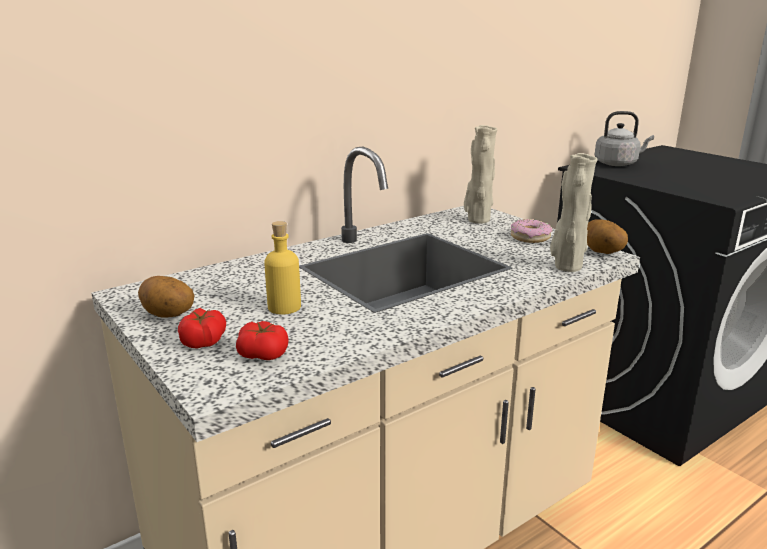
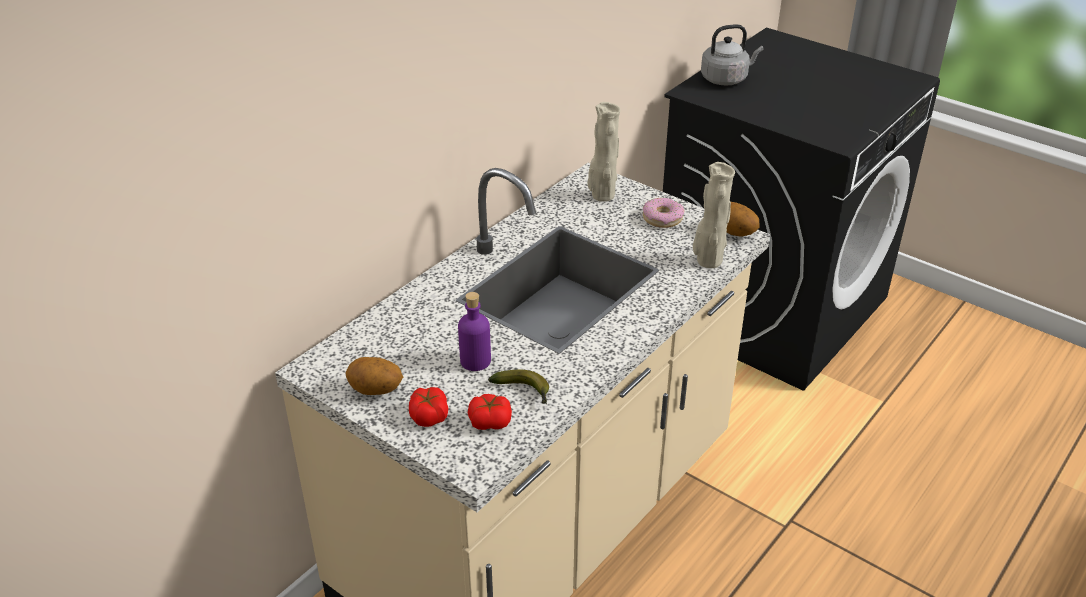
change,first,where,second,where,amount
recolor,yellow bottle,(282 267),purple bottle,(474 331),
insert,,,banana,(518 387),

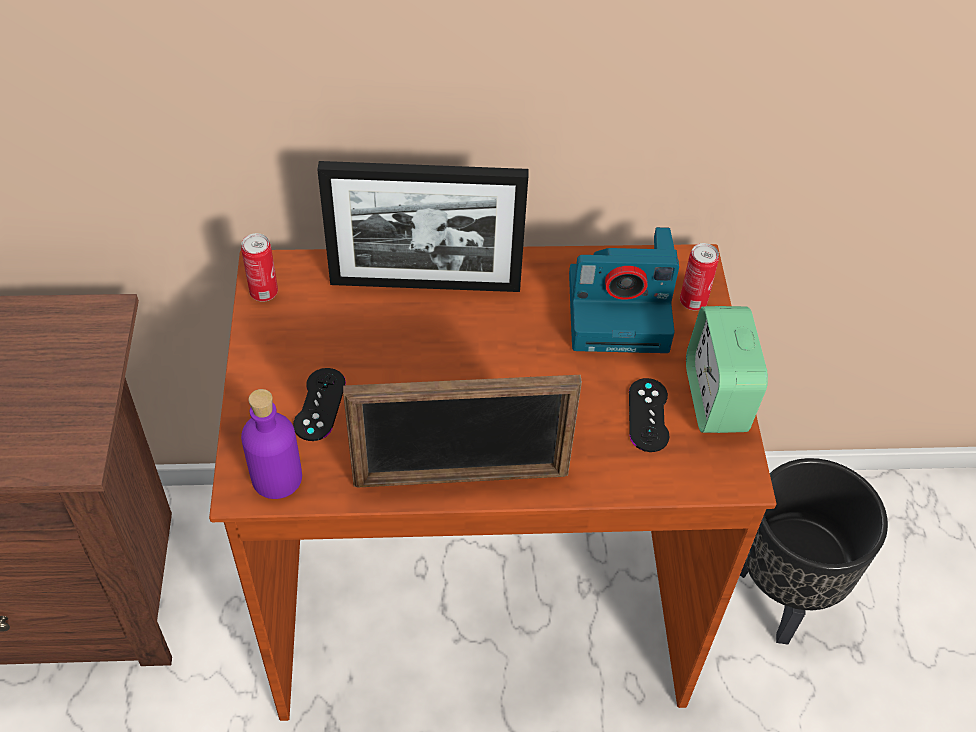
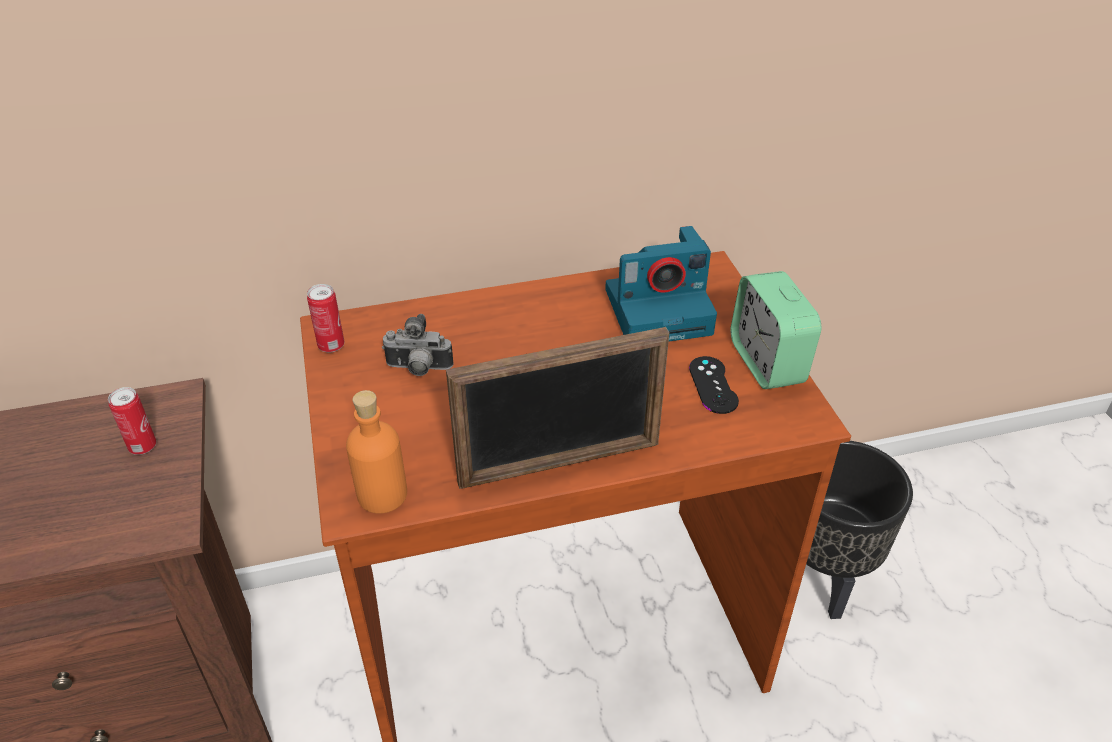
change,first,where,second,where,amount
recolor,purple bottle,(271 444),orange bottle,(376 452),
delete,black game controller,(319 404),,,
delete,picture frame,(422 226),,,
move,can,(699 277),,(132 421),
insert,,,photo camera,(417 345),

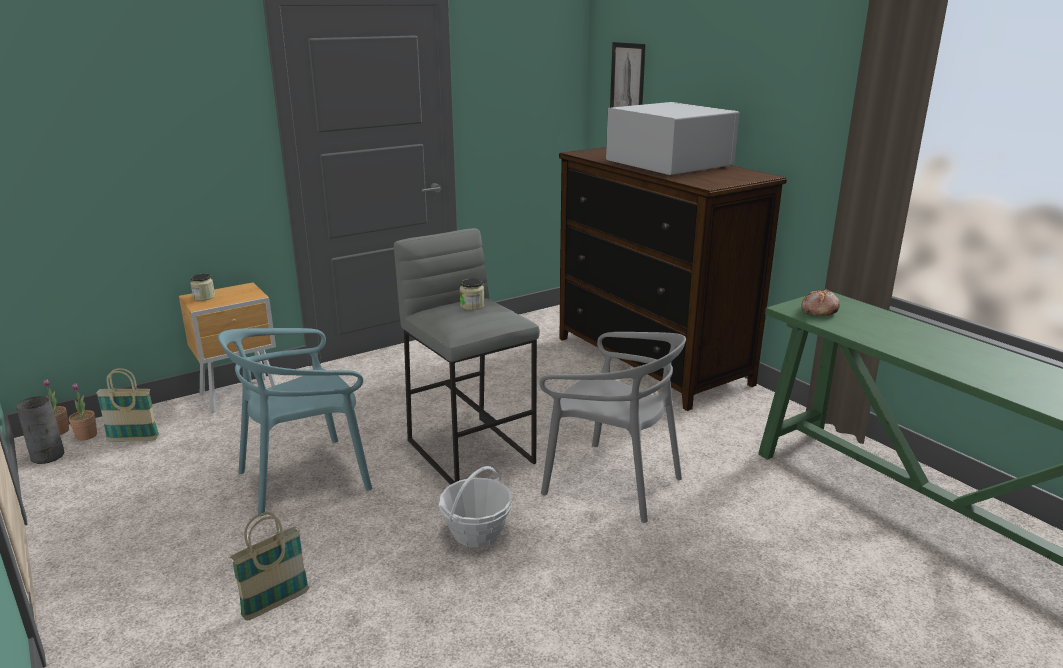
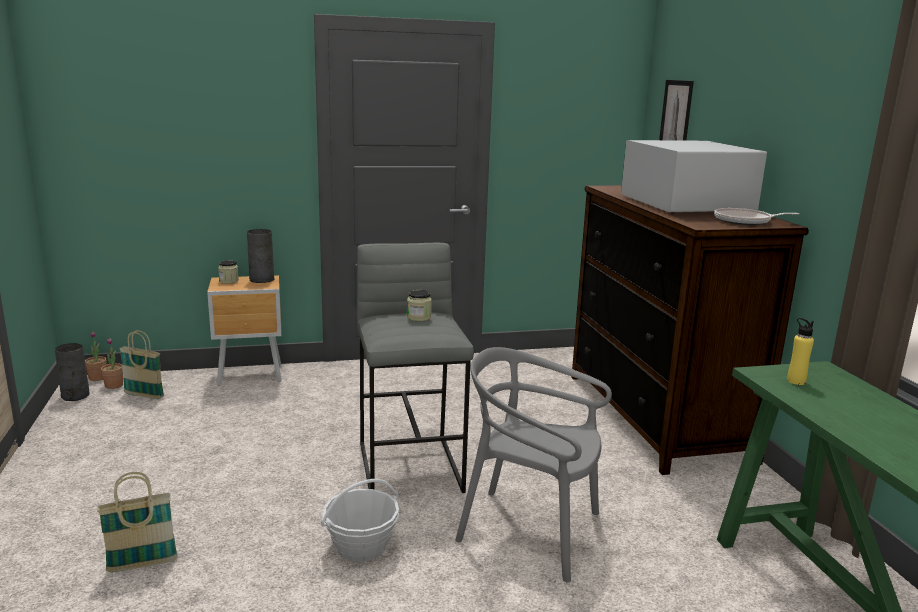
change,first,where,second,where,amount
delete,turquoise chair,(295 422),,,
rotate,grey chair,(612 427),,(533 465),150 degrees clockwise
replace,bread,(820 302),yellow bottle,(800 351),
insert,,,grey vase,(261 256),
insert,,,frying pan,(756 216),

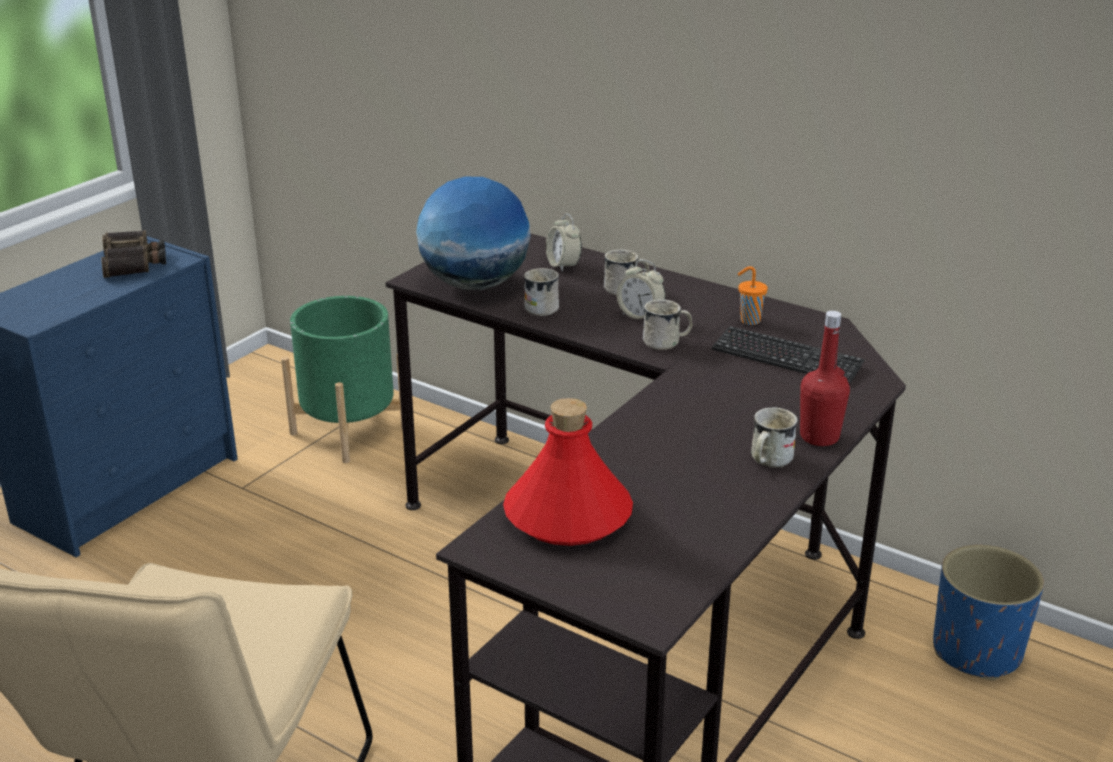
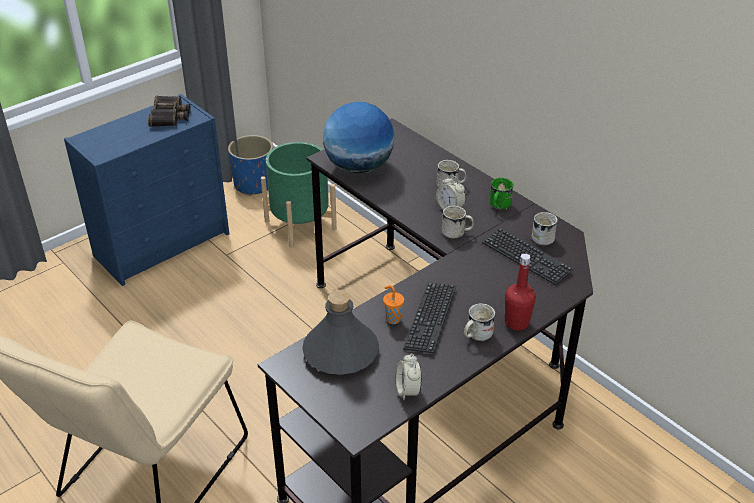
change,first,where,second,where,amount
recolor,red bottle,(568 472),grey bottle,(340 332),
move,white mug,(541 292),,(545 228),
move,alarm clock,(564 243),,(409 377),
move,orange cup,(753 295),,(393 304),
move,blue planter,(988 612),,(250 165),
insert,,,keyboard,(429 317),
insert,,,green mug,(501 193),

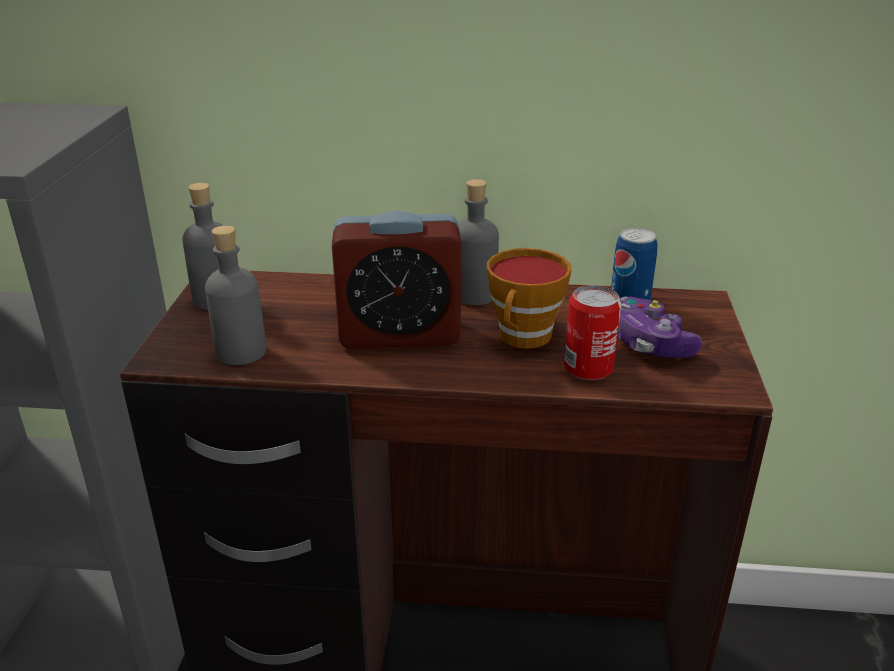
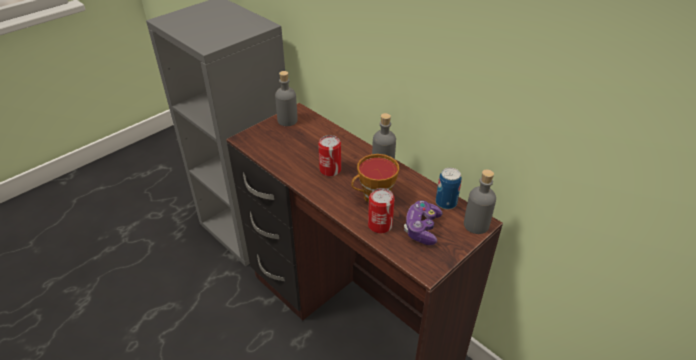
change,first,where,second,where,amount
move,grey bottle,(235 295),,(480 201),
replace,alarm clock,(396 280),can,(329 155),

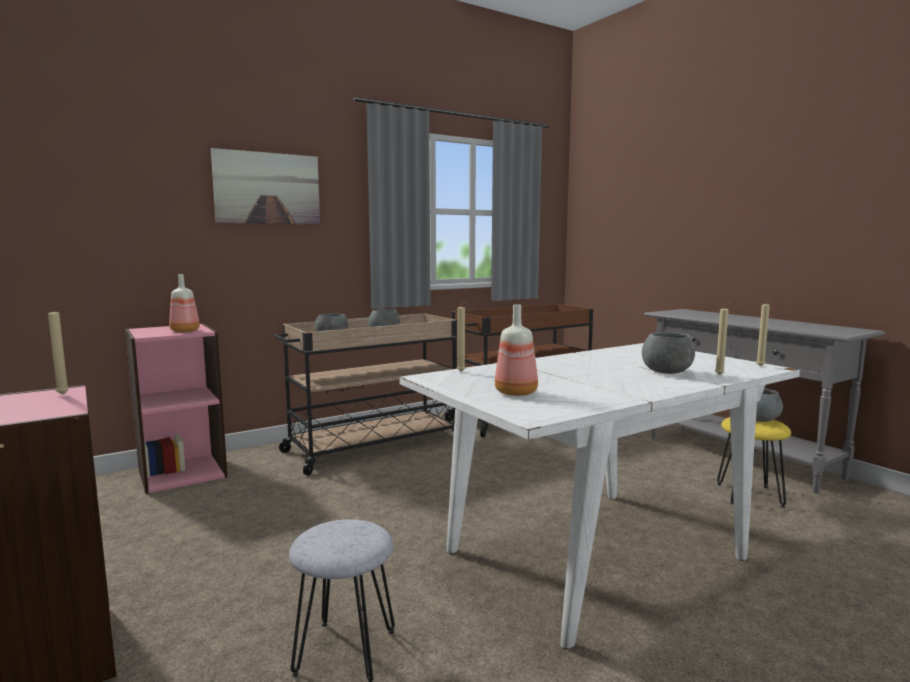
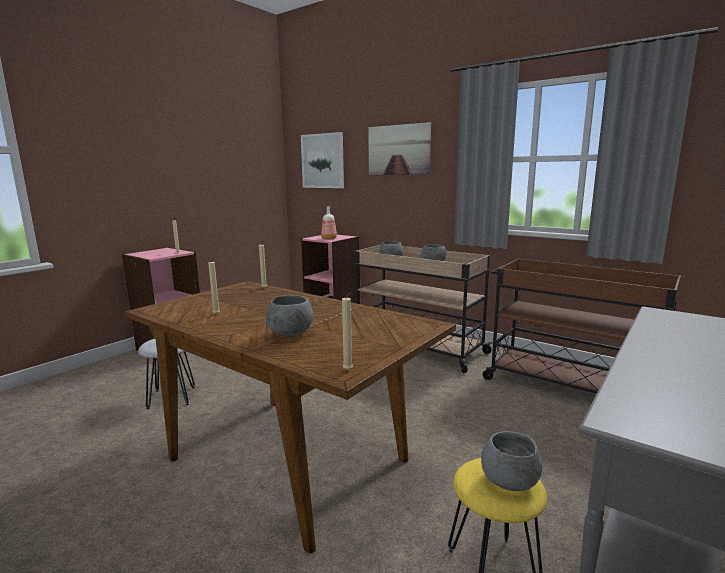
change,first,where,second,where,amount
recolor,white dining table,(599 496),brown dining table,(290 417),
delete,bottle,(516 350),,,
move,beige candle,(723 338),,(214 286),
insert,,,picture,(322 160),

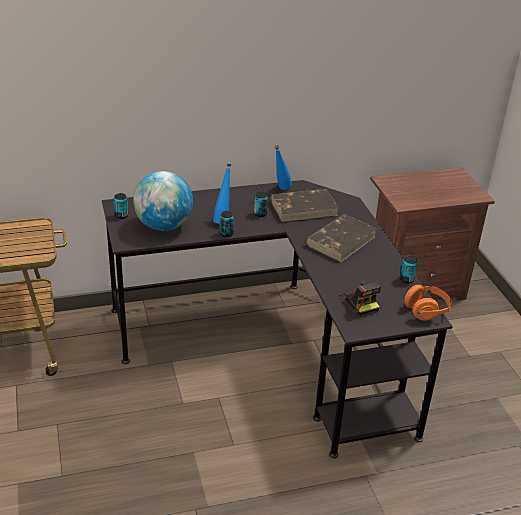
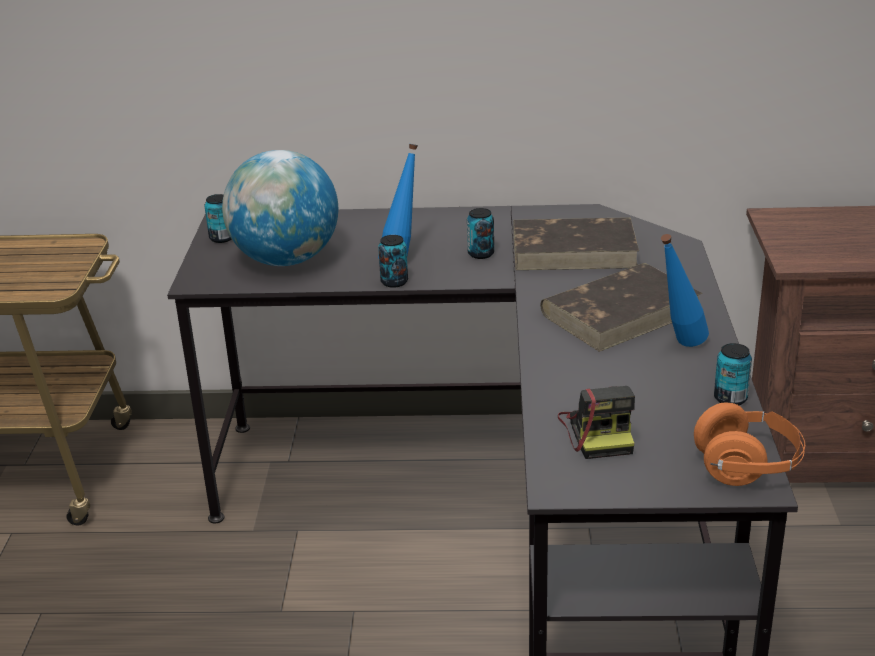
change,first,where,second,where,amount
move,blue bottle,(283 167),,(685 290),

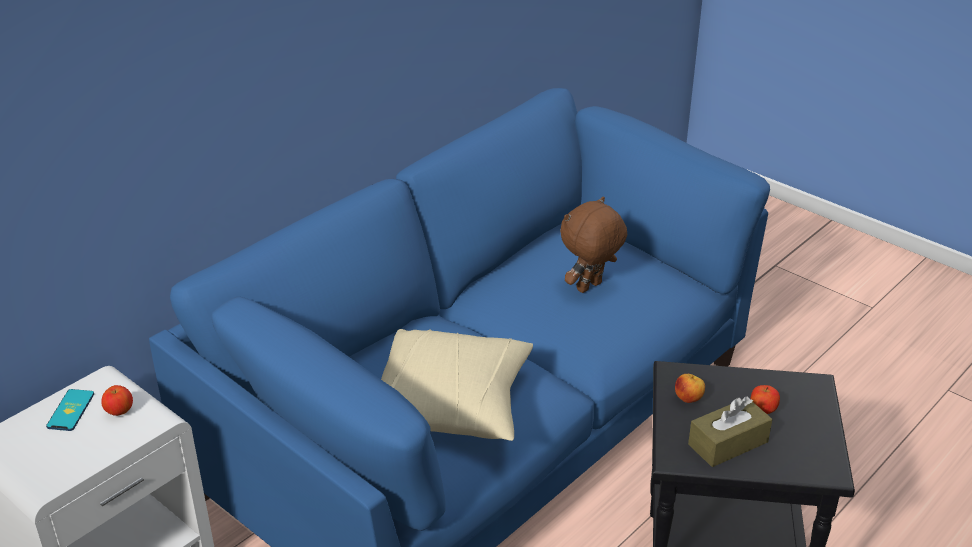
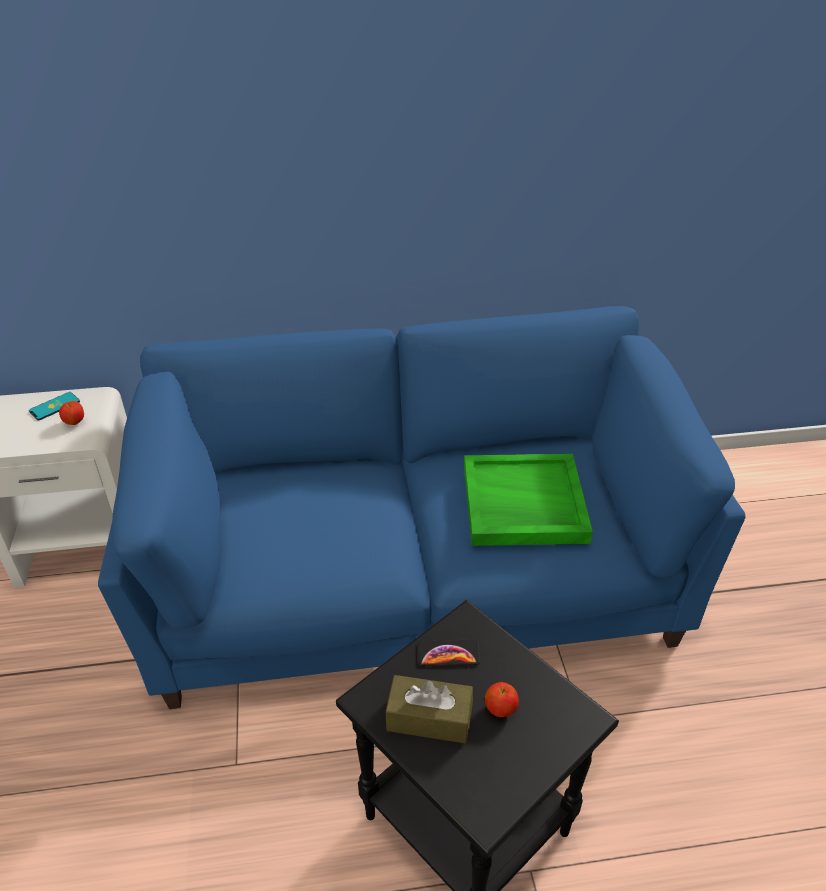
change,first,where,second,where,amount
delete,beige pillow,(457 385),,,
replace,brown plush toy,(593 244),green tray,(528 500),
replace,apple,(690 388),phone,(449 653),

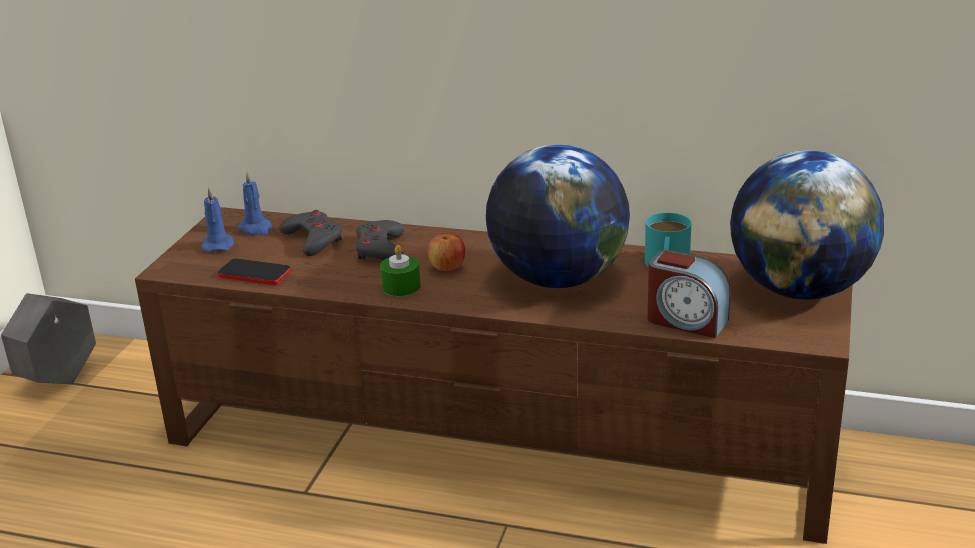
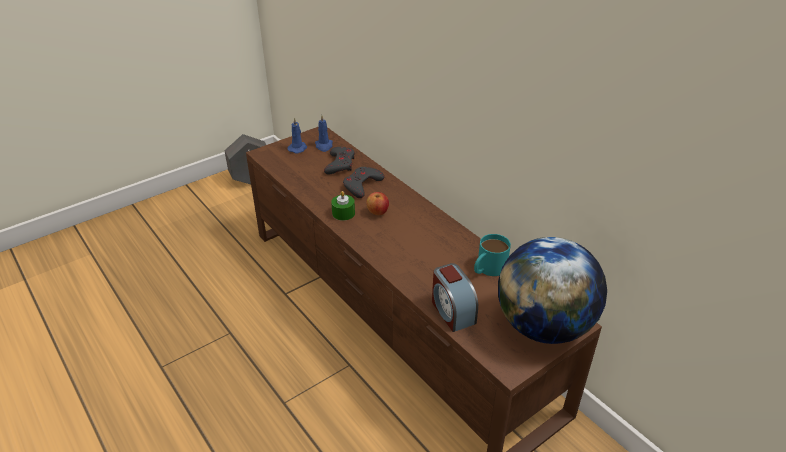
change,first,where,second,where,amount
delete,phone,(254 271),,,
delete,globe,(558 216),,,

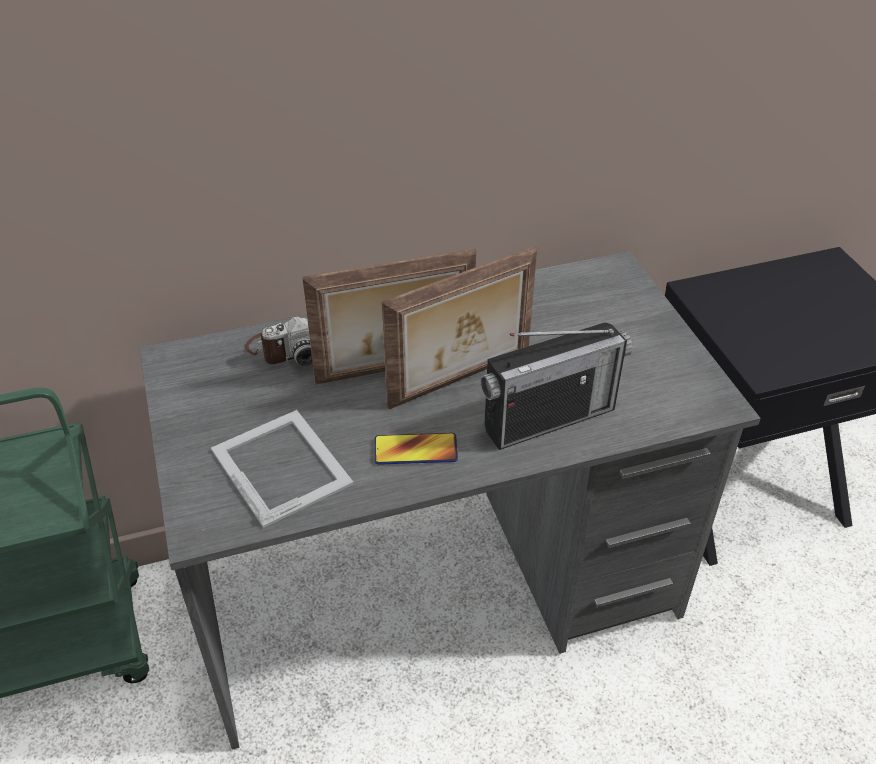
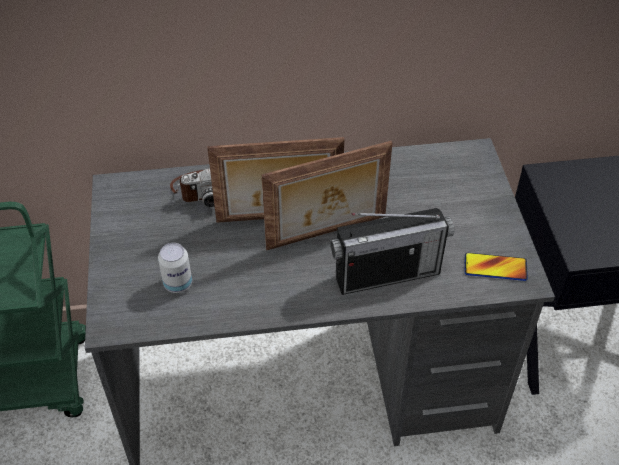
change,first,where,second,where,amount
replace,picture frame,(282 469),can,(175 268),
move,phone,(416 449),,(496 267),

